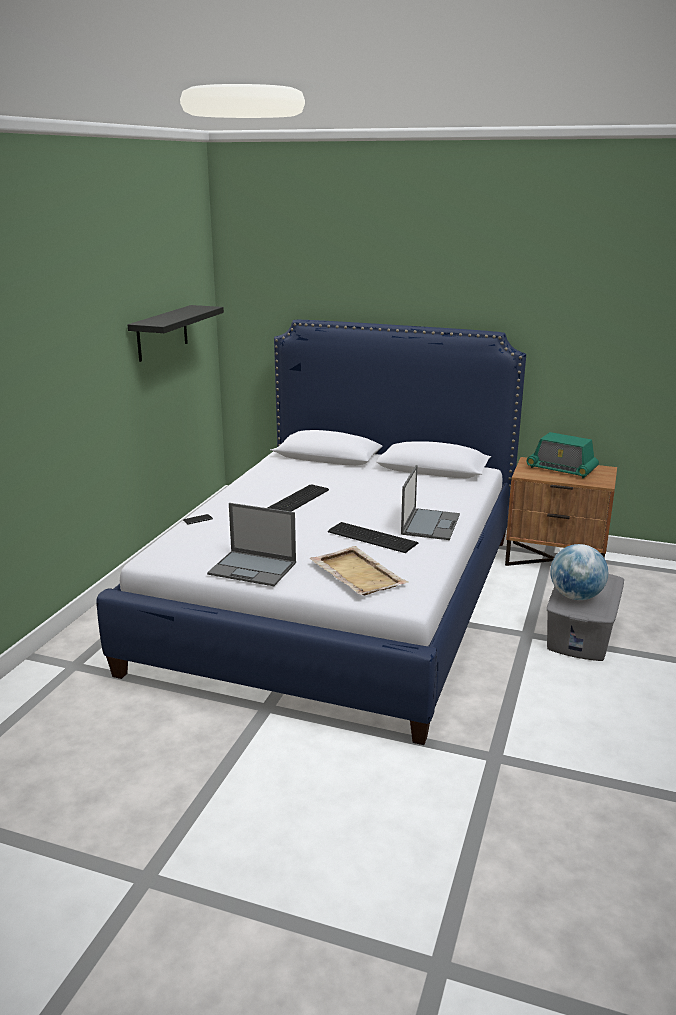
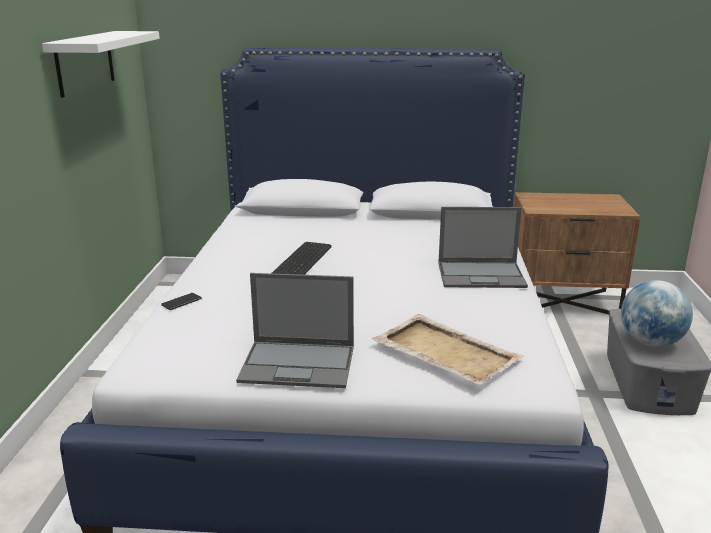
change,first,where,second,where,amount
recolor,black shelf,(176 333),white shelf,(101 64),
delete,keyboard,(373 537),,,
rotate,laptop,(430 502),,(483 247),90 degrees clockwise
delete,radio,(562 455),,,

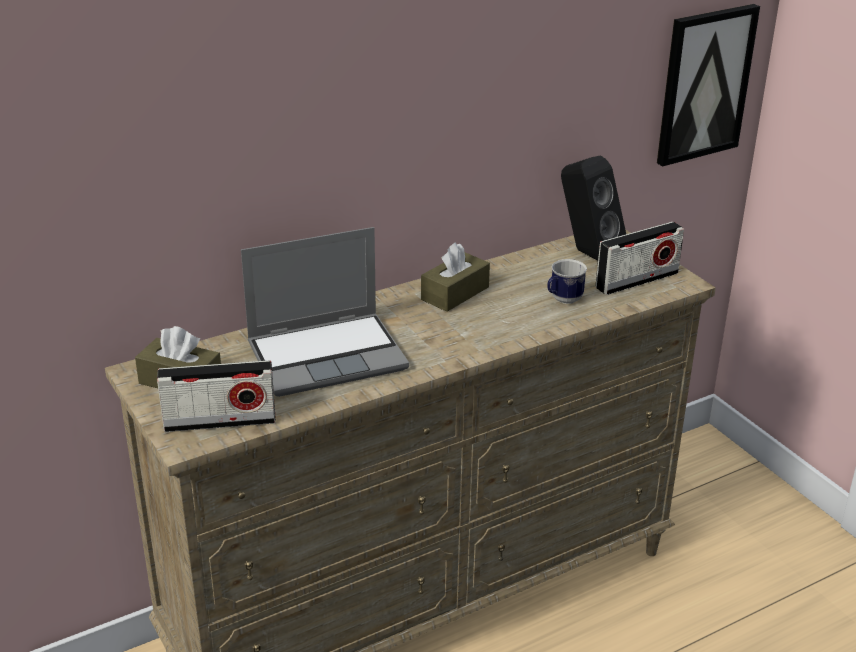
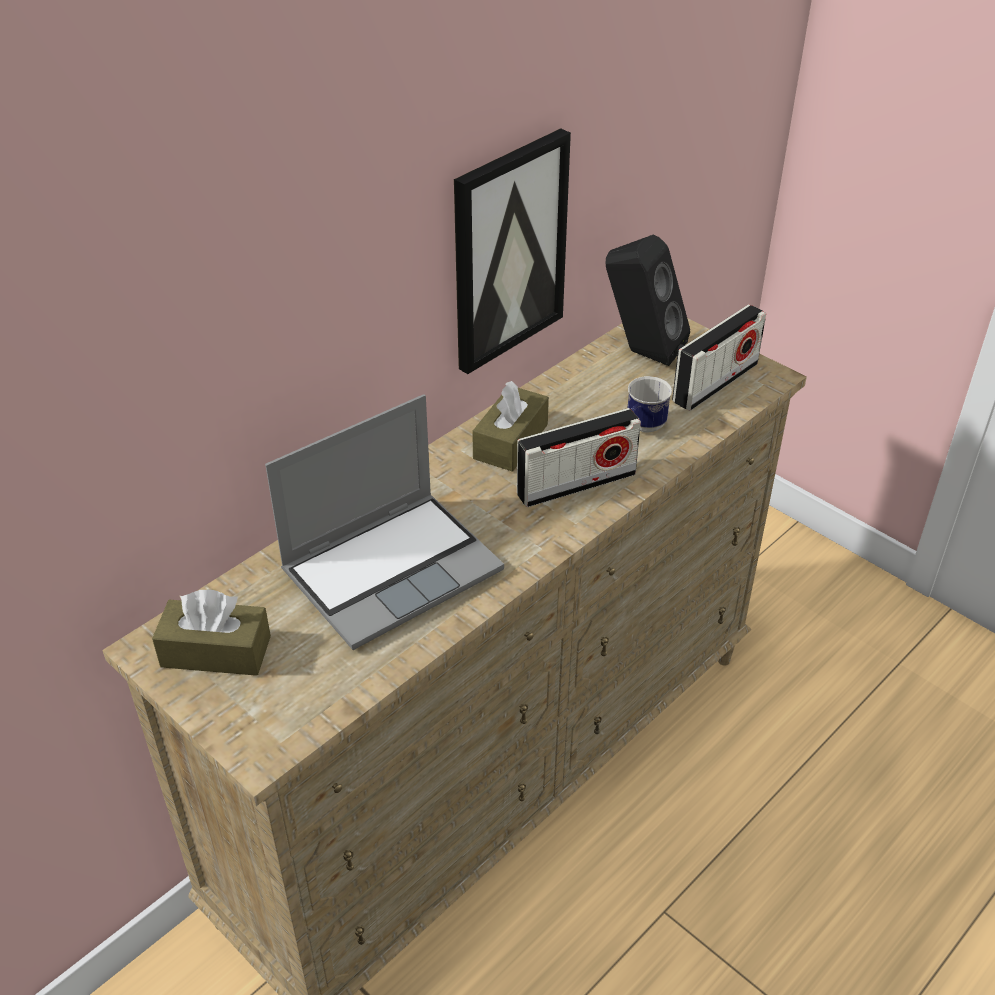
change,first,where,second,where,amount
move,radio,(216 396),,(579 457),
move,picture,(708 85),,(512 251),

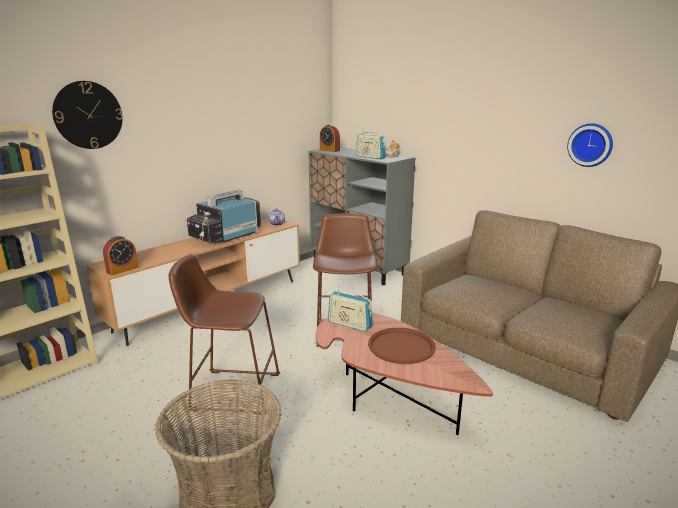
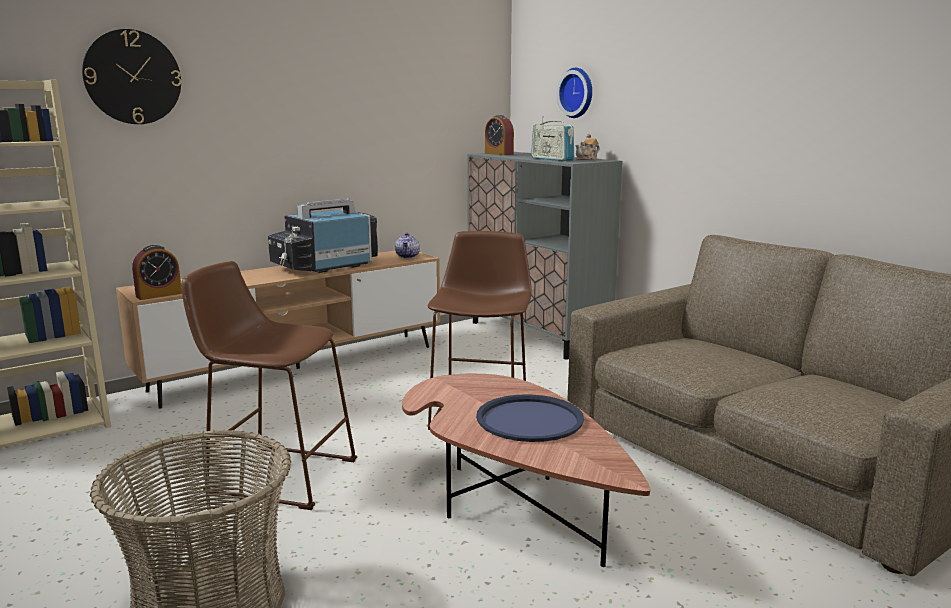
change,first,where,second,where,amount
delete,radio,(350 309),,,
recolor,brown tray,(402 346),blue tray,(530 418),
move,wall clock,(590 145),,(574 93),

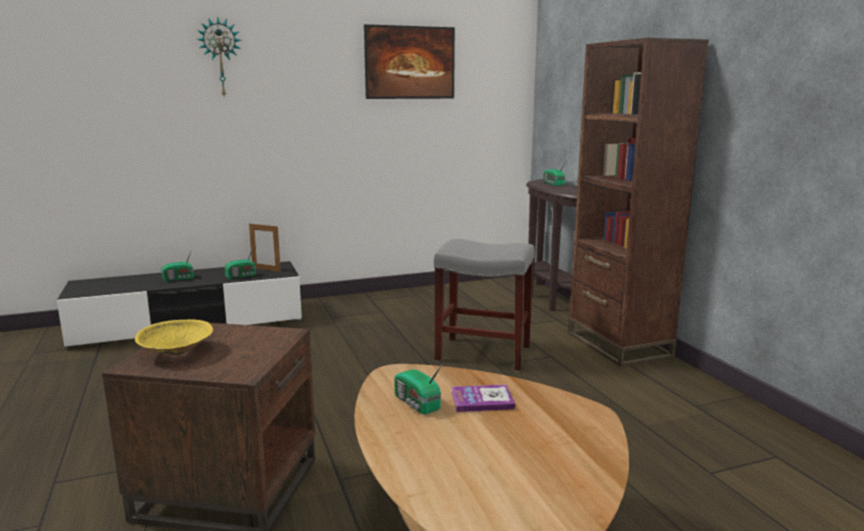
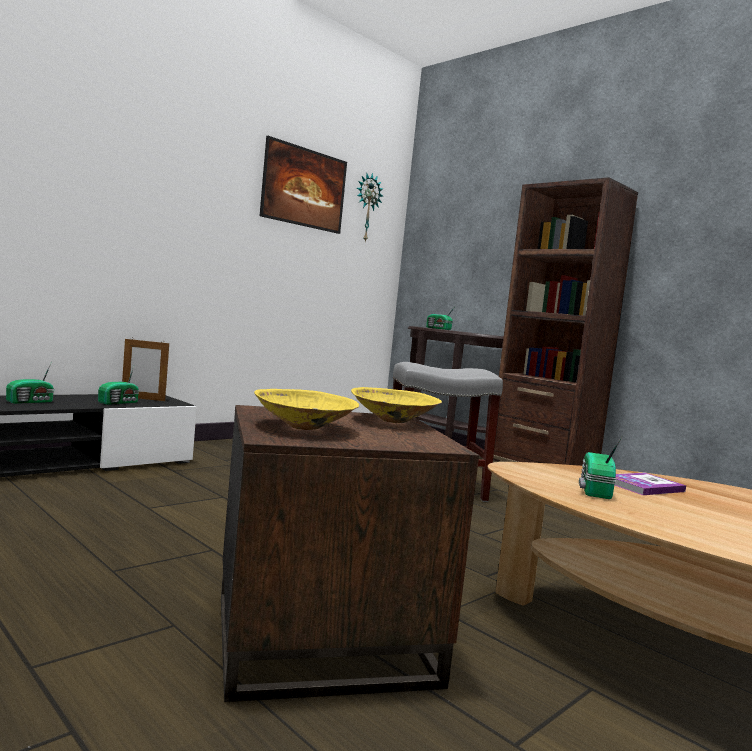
change,first,where,second,where,amount
move,wall clock,(219 56),,(370 207),
rotate,radio,(419 388),,(600 468),75 degrees clockwise
insert,,,yellow bowl,(396 405),

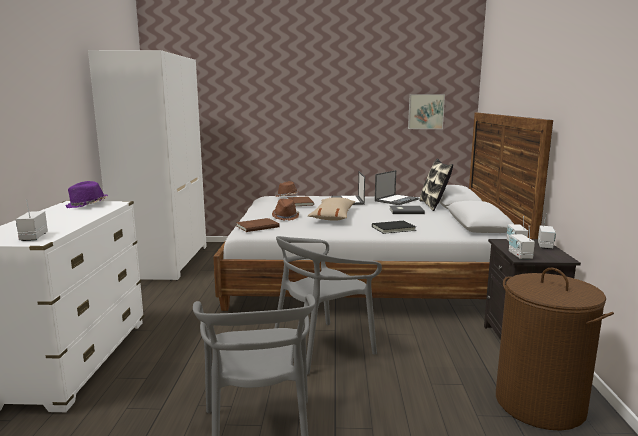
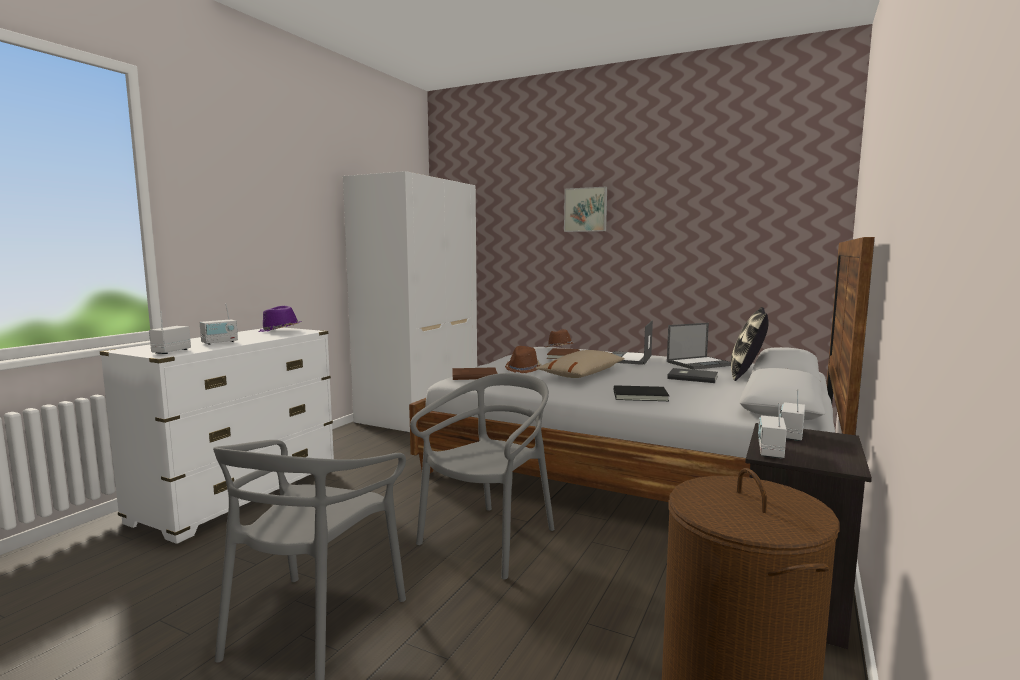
change,first,where,second,where,amount
rotate,grey chair,(328 305),,(482 476),135 degrees clockwise
move,picture,(426 111),,(585 209),
move,radio,(547 231),,(219 324),

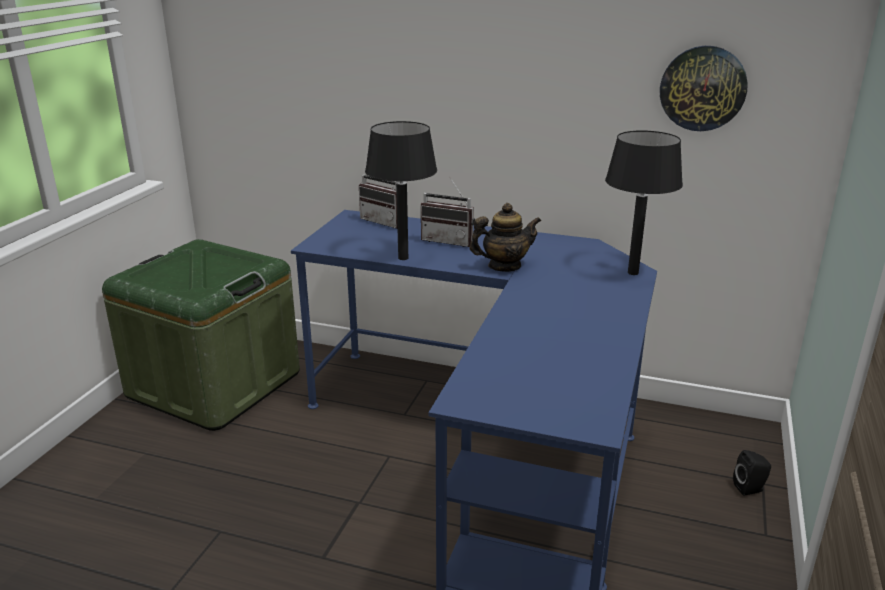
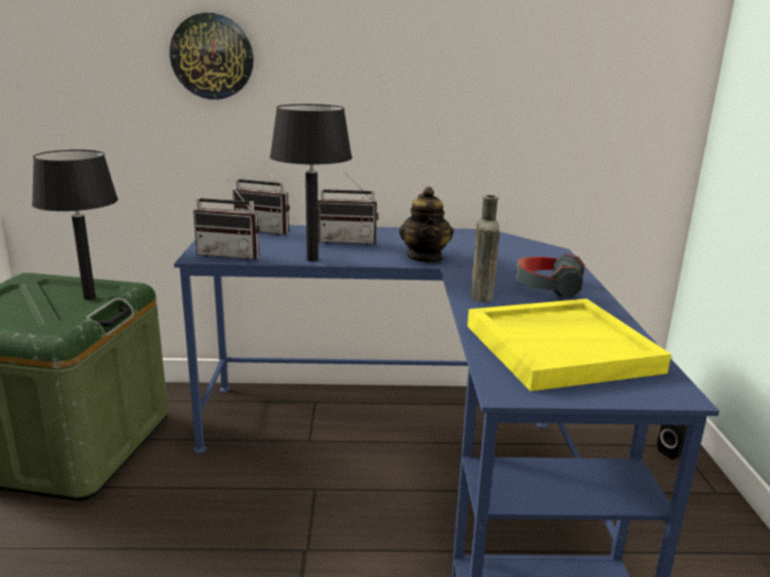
change,first,where,second,where,amount
rotate,teapot,(505 237),,(426 225),120 degrees clockwise
move,black table lamp,(644 202),,(75 225),
move,wall clock,(704 88),,(211 56),
insert,,,radio,(226 219),
insert,,,yellow tray,(569 345),
insert,,,brown bottle,(485 248),
insert,,,headphones,(550 275),

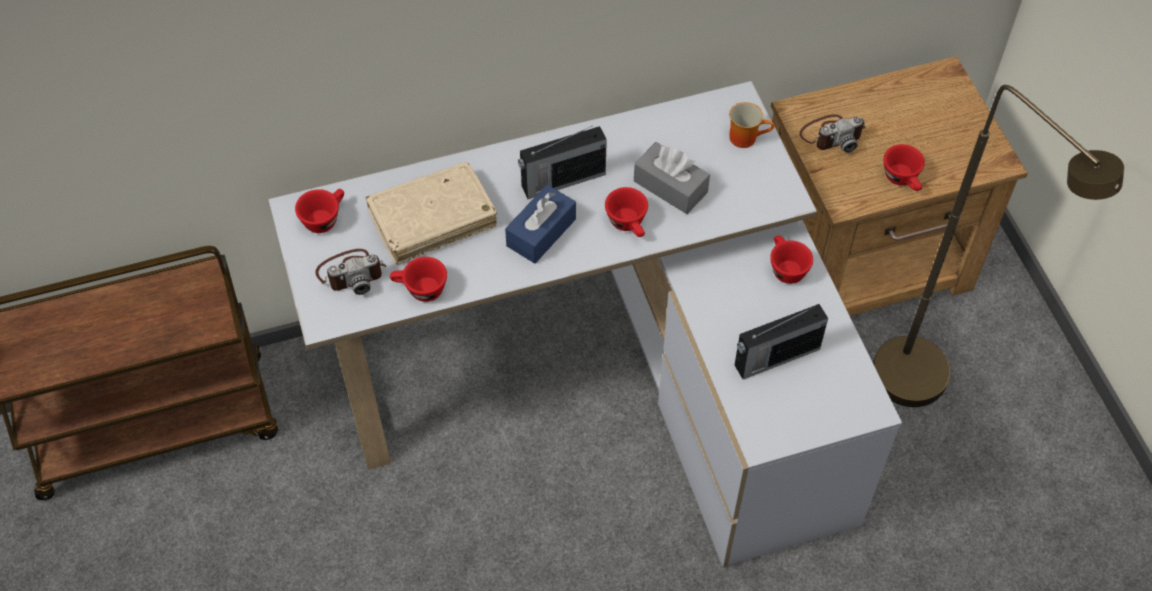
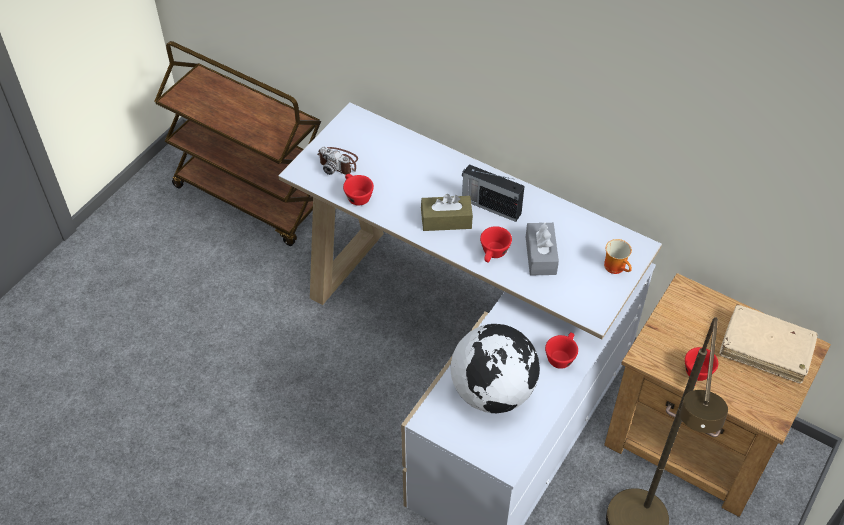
change,first,where,second,where,amount
delete,red cup,(319 211),,,
move,beige book,(431 213),,(768 344),
recolor,blue tissue box,(540 224),brown tissue box,(447 212),
replace,radio,(781 341),globe,(495 368),
delete,photo camera,(832 133),,,

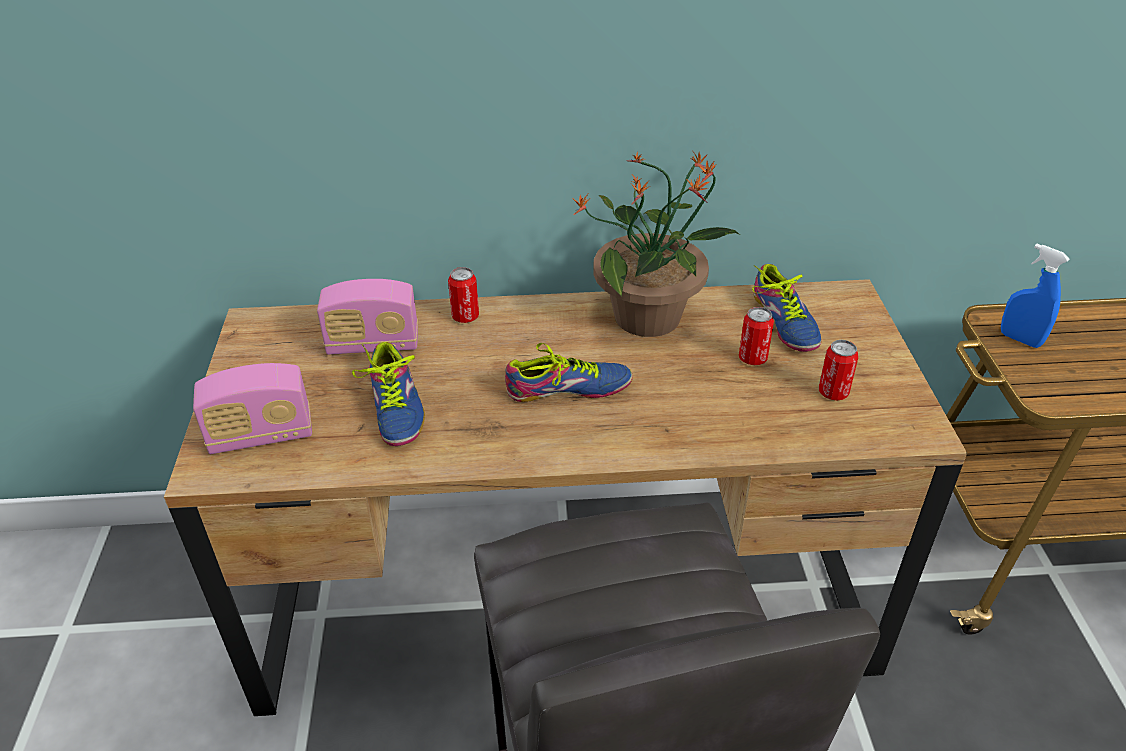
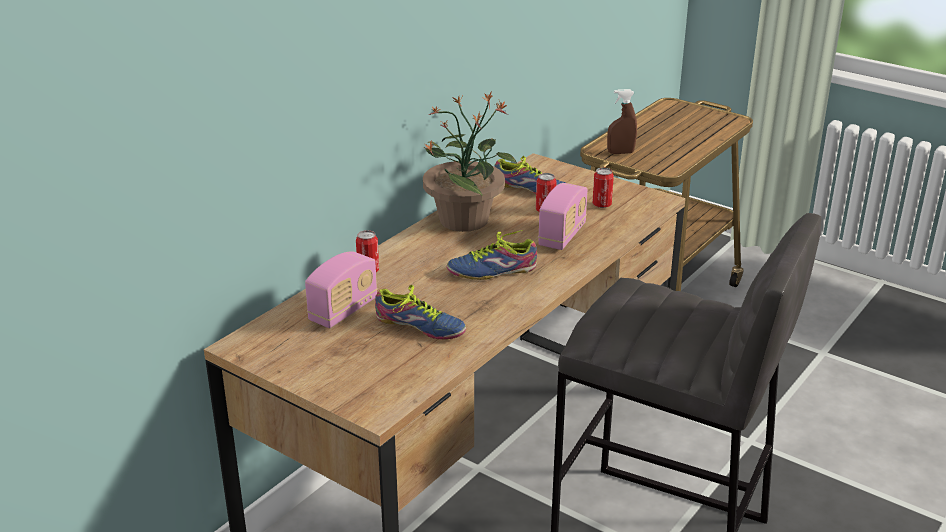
change,first,where,second,where,amount
move,radio,(252 408),,(563 216),
rotate,shoe,(568 372),,(492 255),135 degrees counterclockwise
recolor,blue spray bottle,(1035 295),brown spray bottle,(622 121),

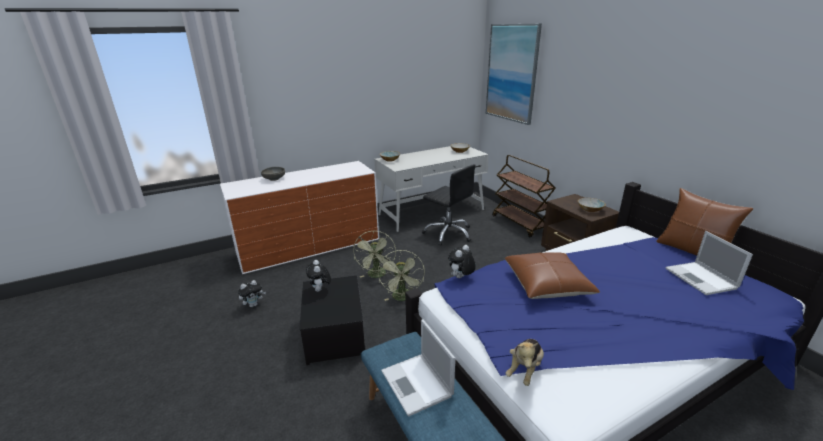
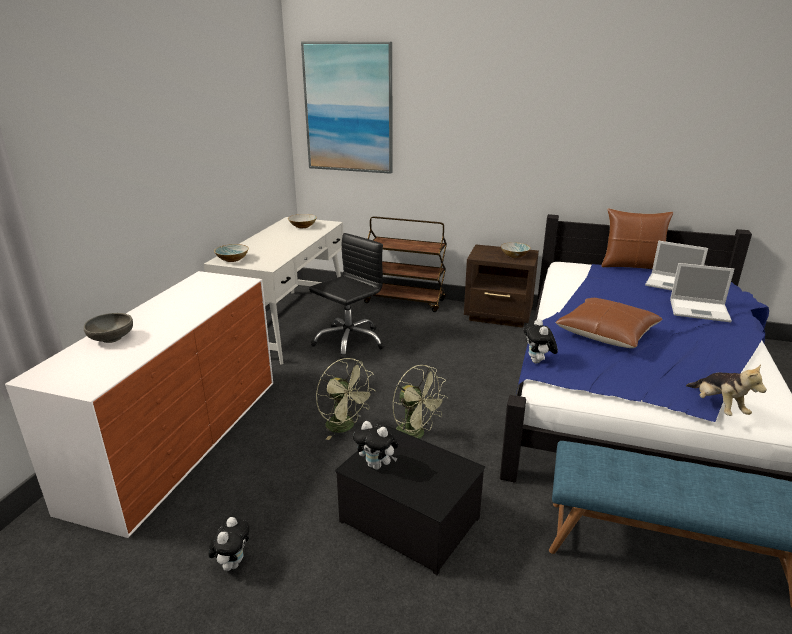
change,first,where,second,where,amount
move,laptop,(418 368),,(702 292),
rotate,black office chair,(449 205),,(347 296),45 degrees counterclockwise

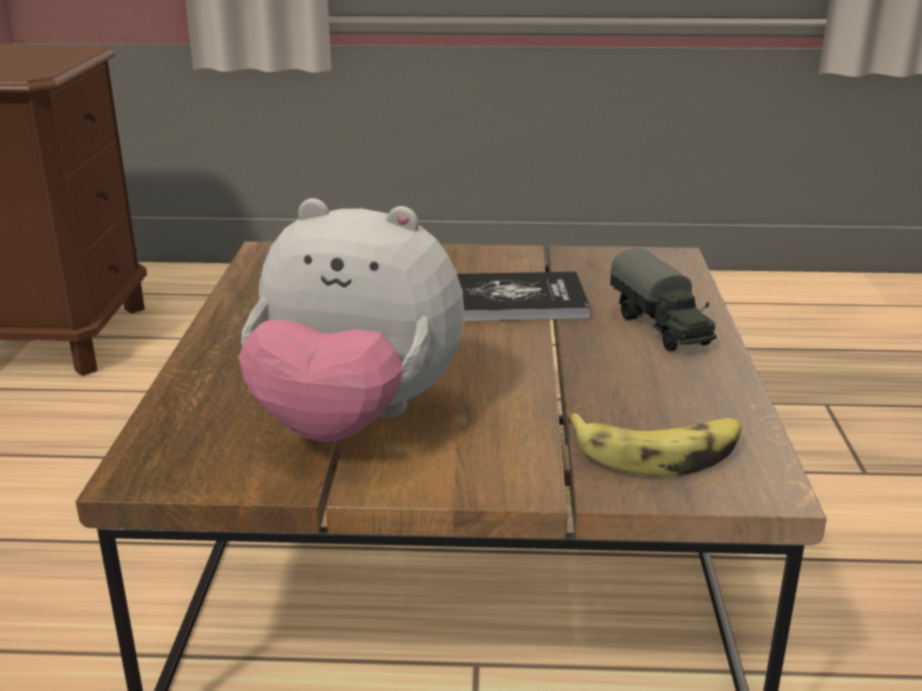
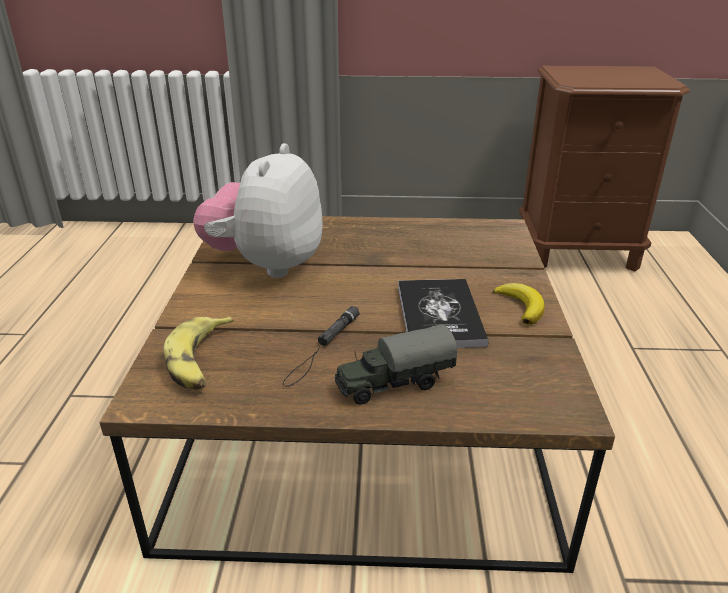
change,first,where,second,where,amount
insert,,,black flashlight,(321 346),
insert,,,banana,(519 304),

